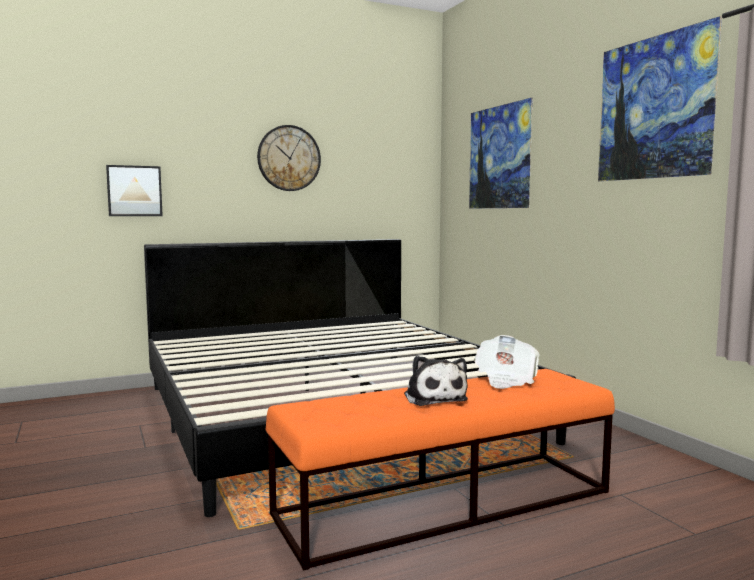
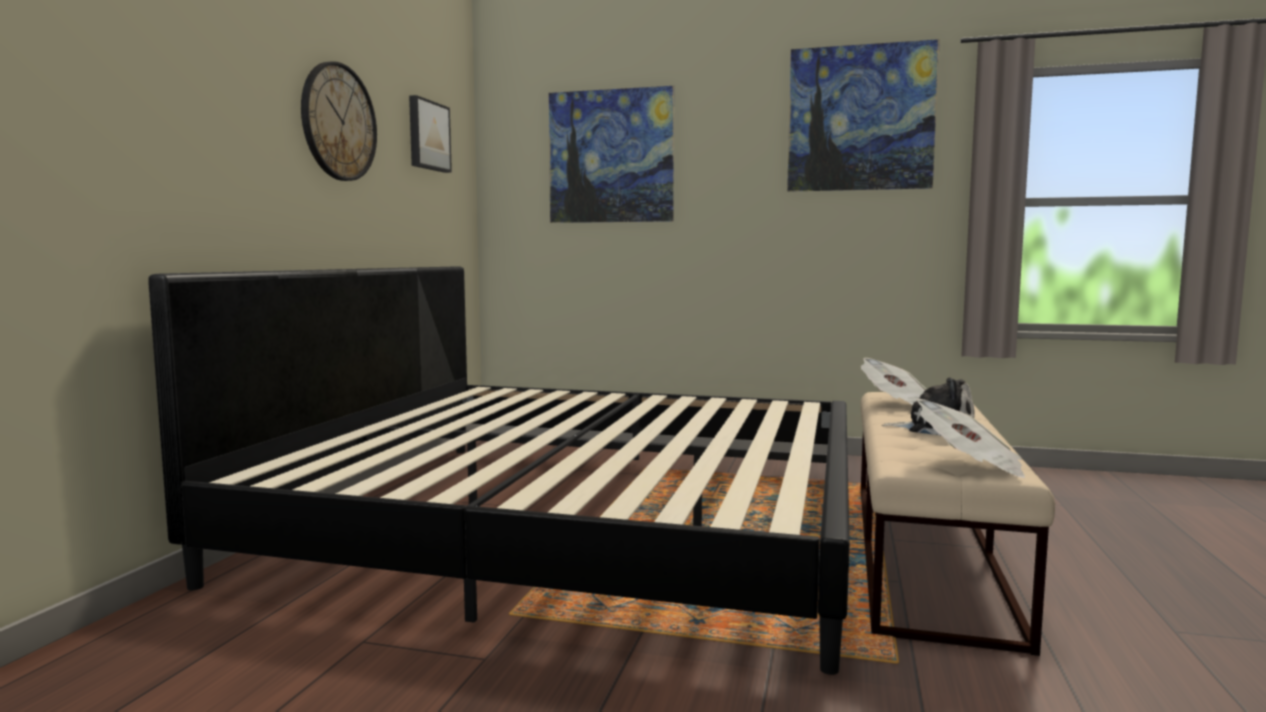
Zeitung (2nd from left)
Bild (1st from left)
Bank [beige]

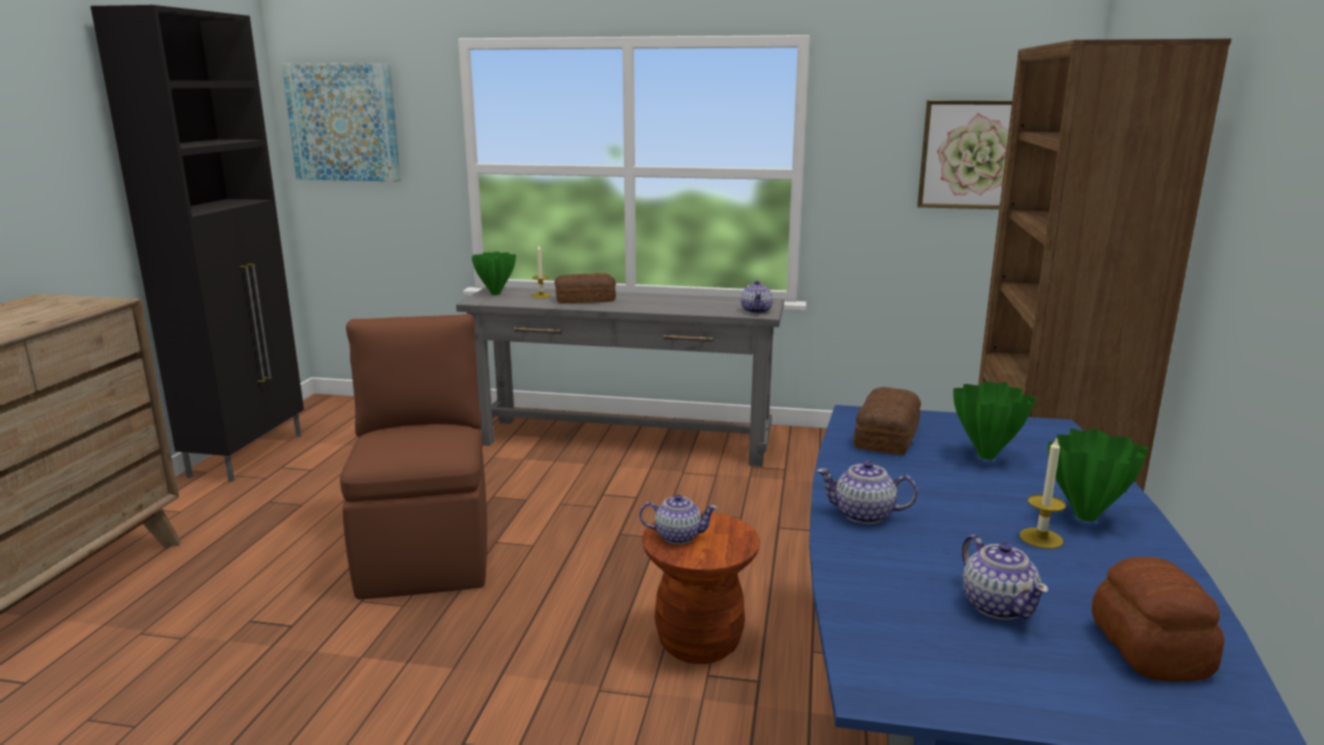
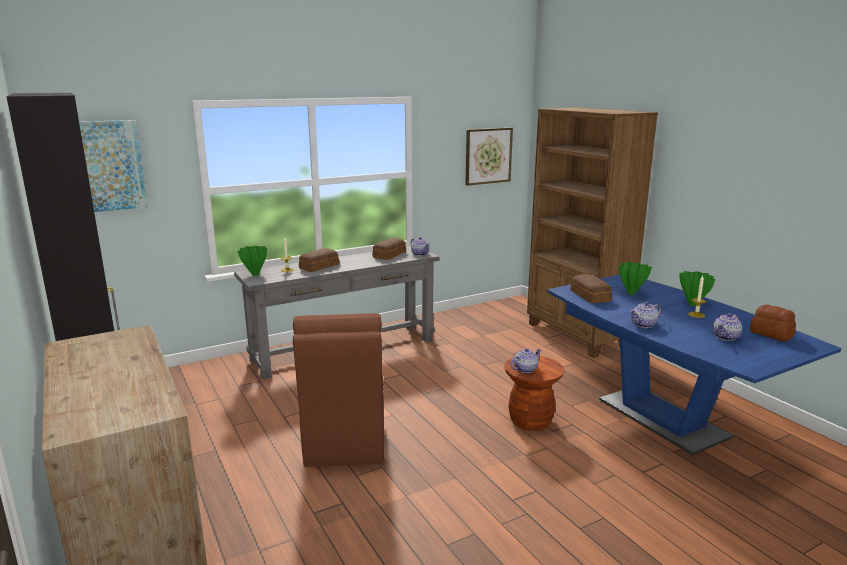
Brot (2nd from left)
Stuhl [braun]
Teekanne (4th from left)

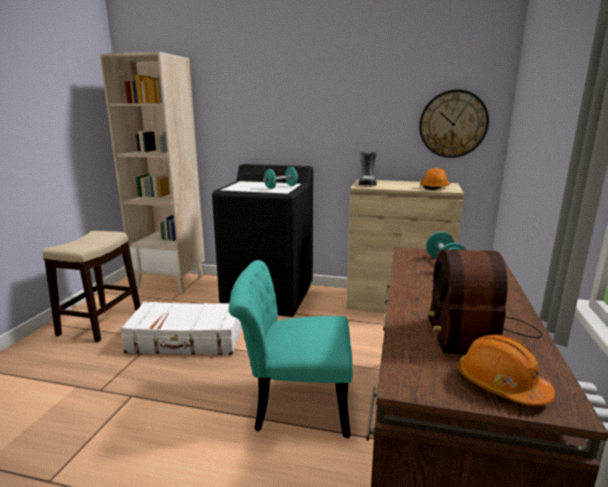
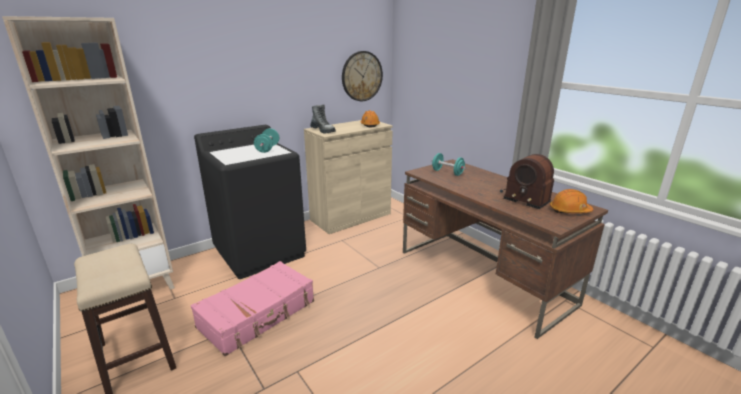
Stuhl [türkis]
Koffer [rosa]

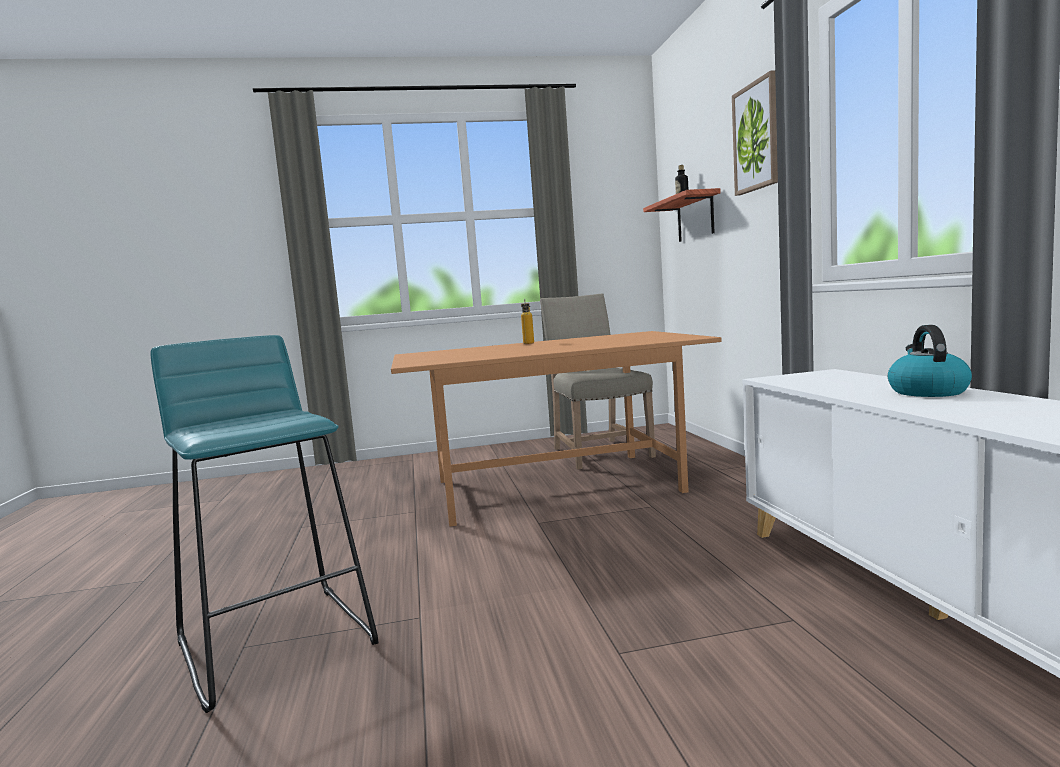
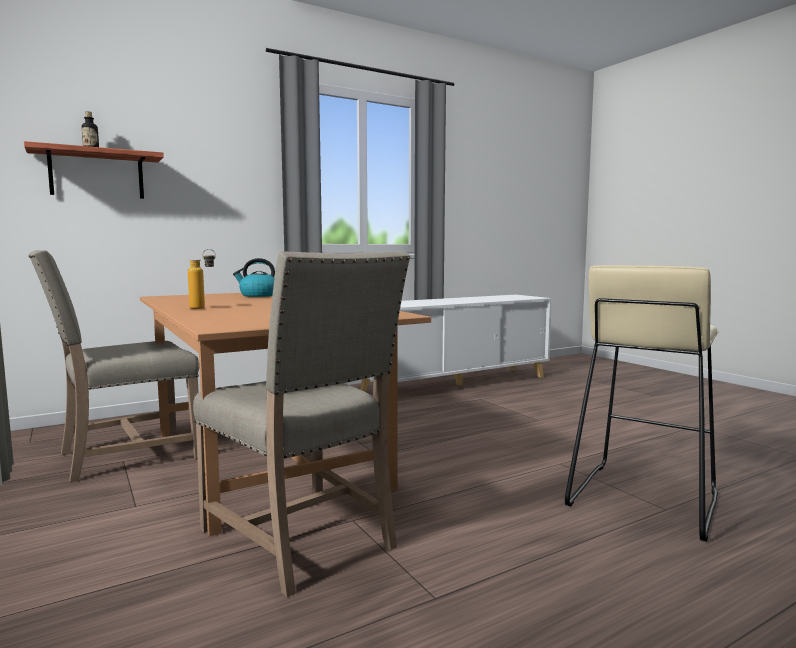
Bild
Stuhl [beige] (2nd from left)
Wasserkessel
Hocker [beige]

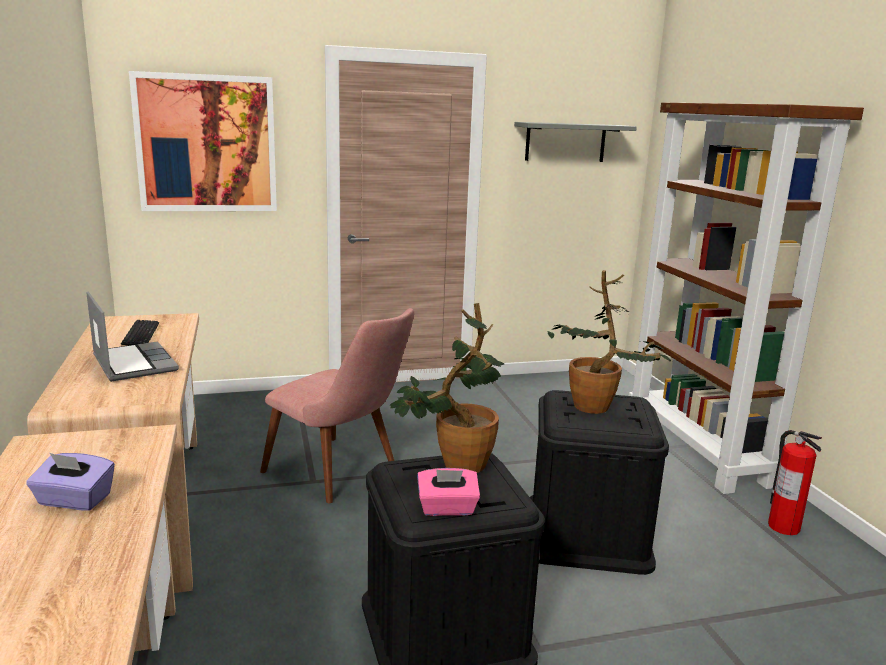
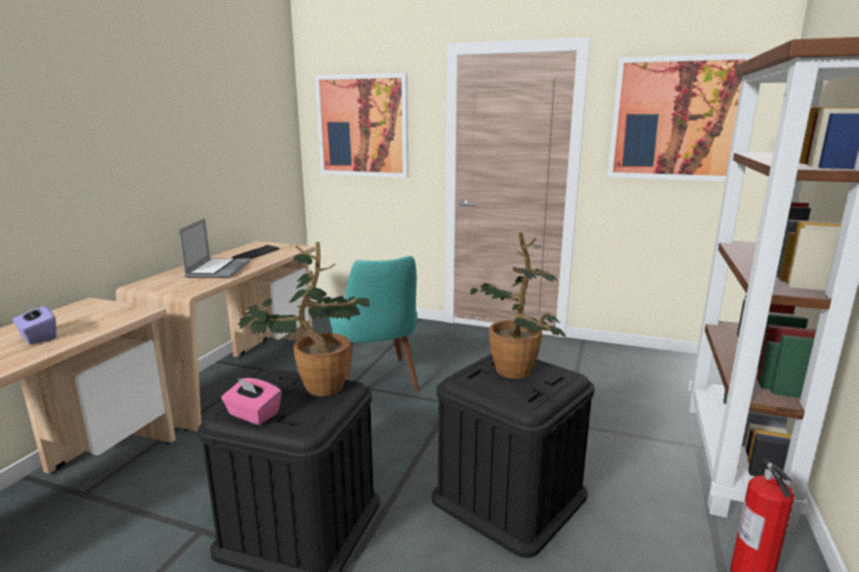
Bild (2nd from left)
Stuhl [türkis]

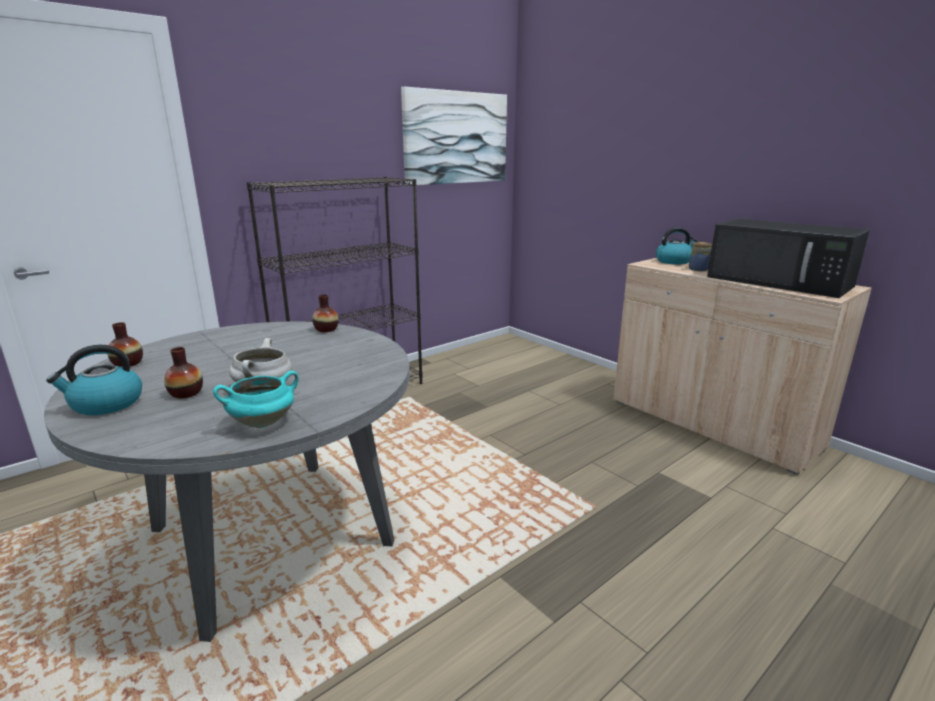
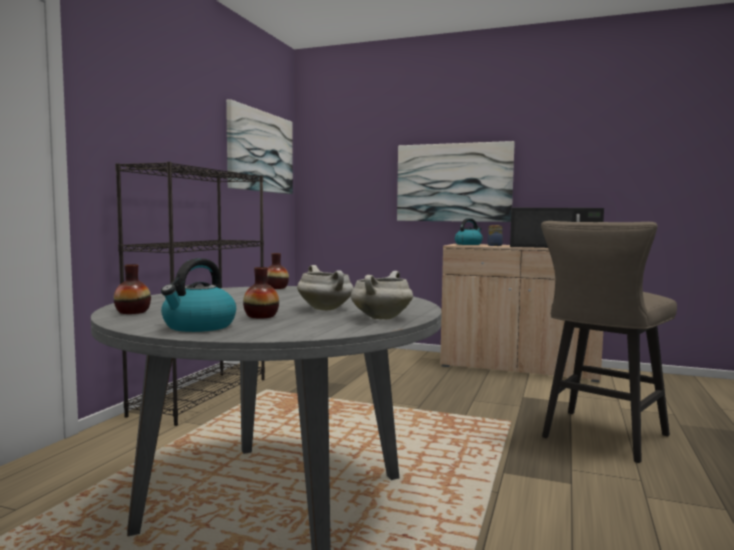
Bild (2nd from left)
Hocker [beige]
Kochtopf [weiß] (2nd from left)

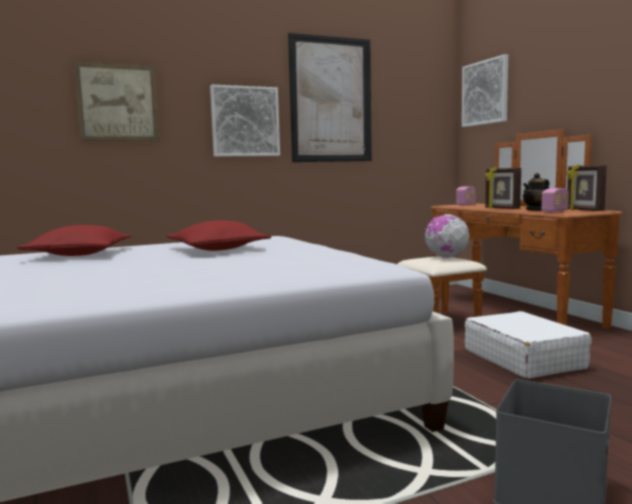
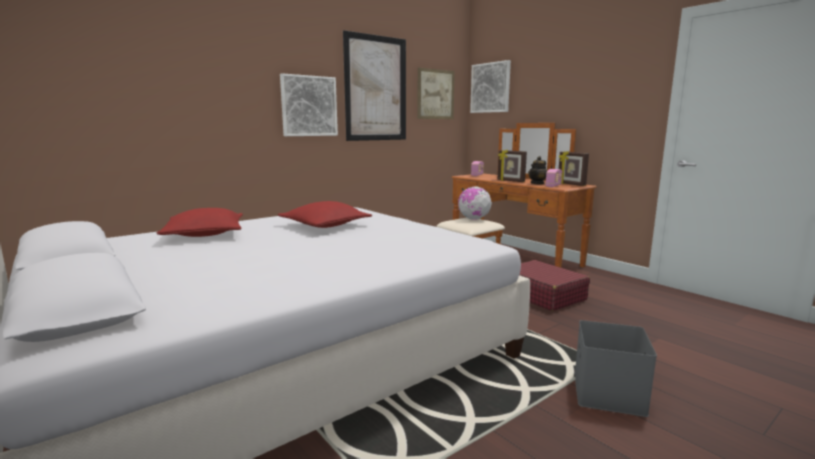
Bild (3rd from left)
Koffer [rot]

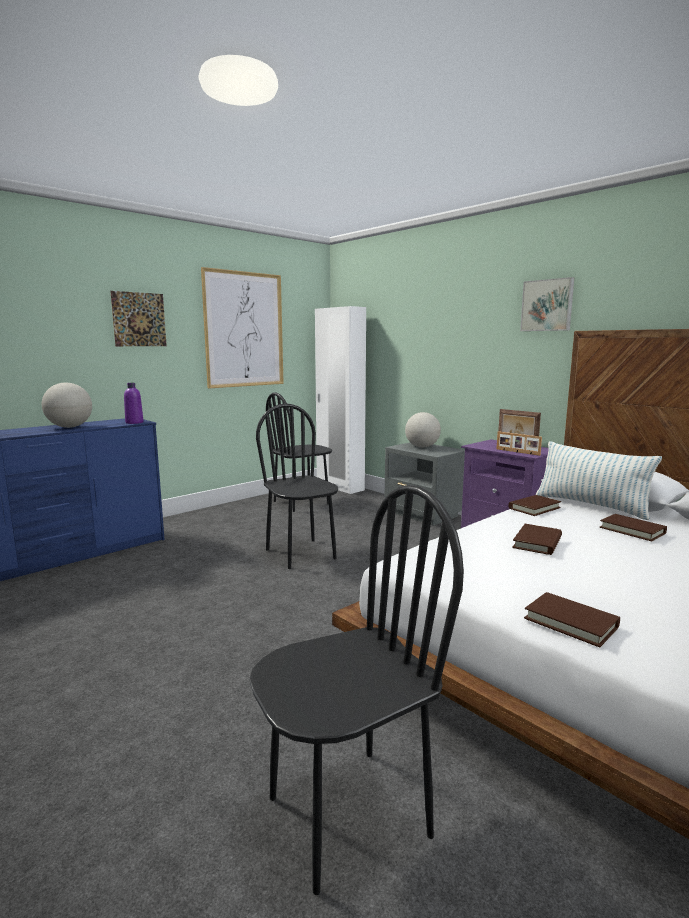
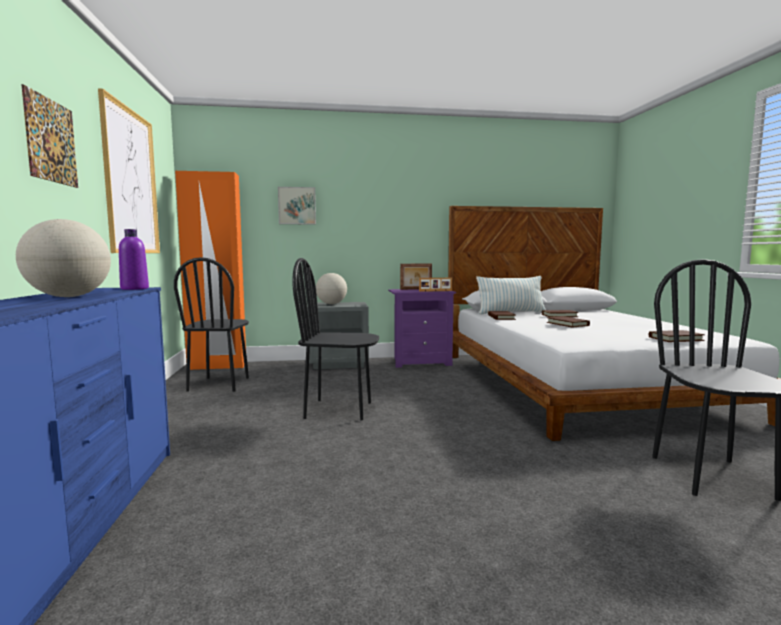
Bild (3rd from left)
Kleiderschrank [orange]

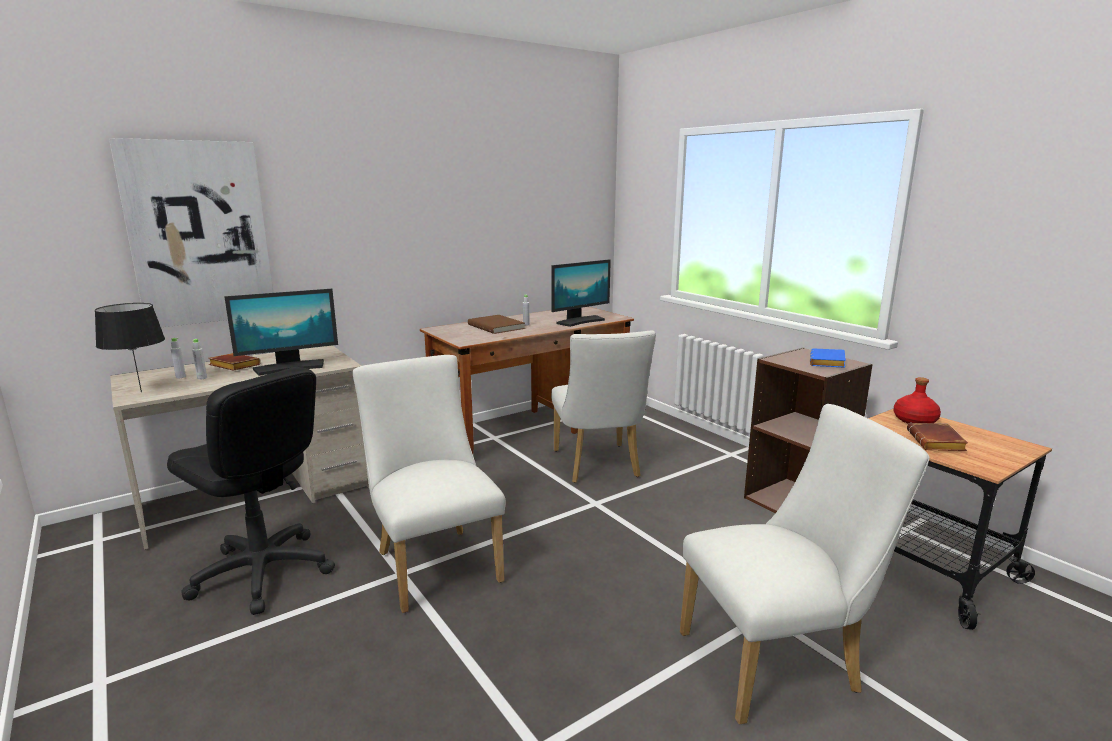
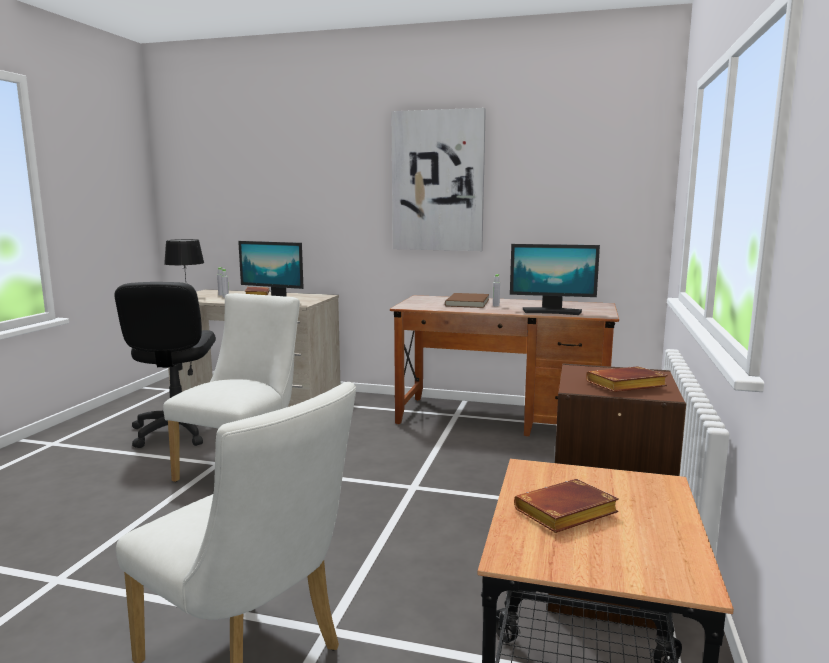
Stuhl [weiß] (2nd from left in the first image)
Flasche [rot]
Bild
Buch [braun] (4th from left)

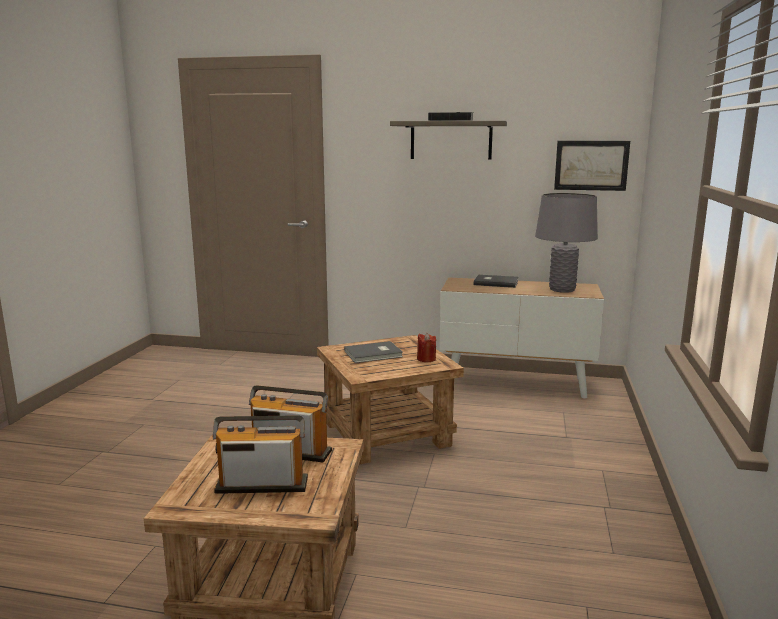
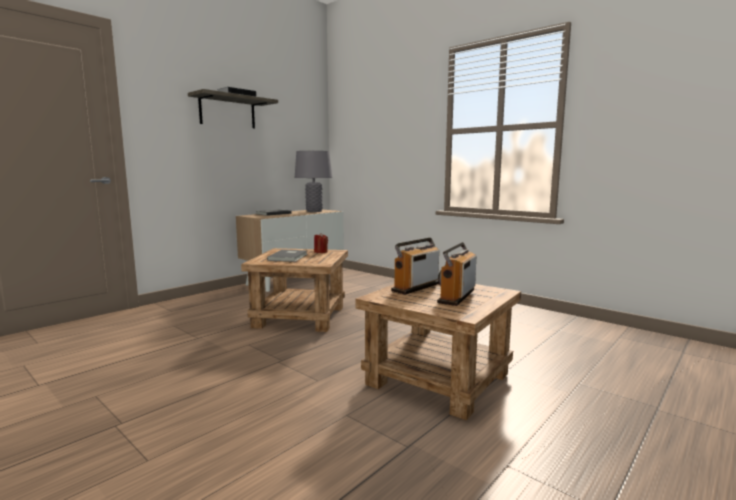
Bild

